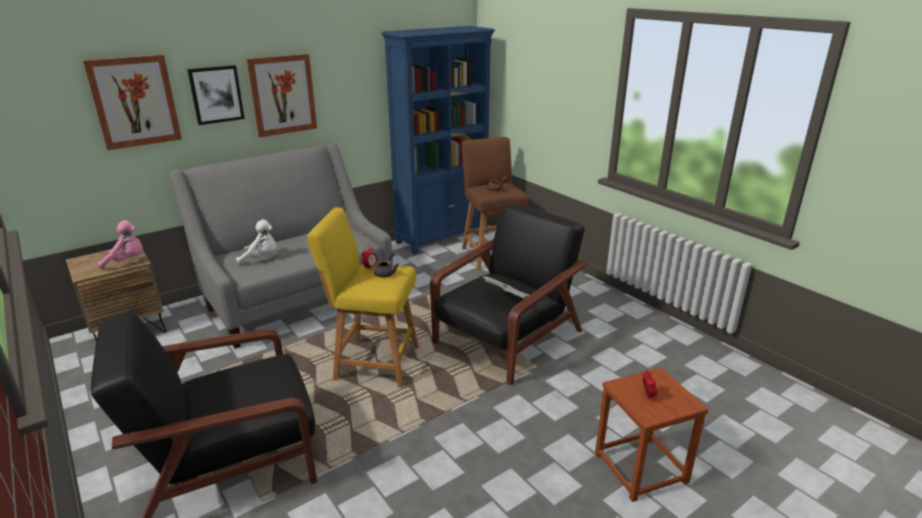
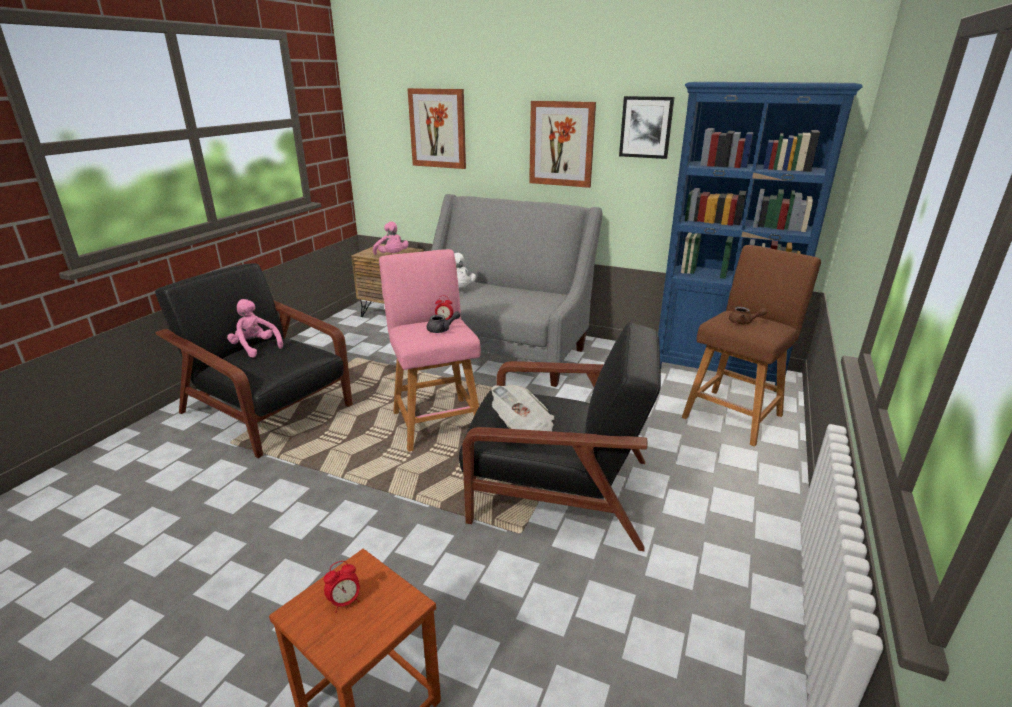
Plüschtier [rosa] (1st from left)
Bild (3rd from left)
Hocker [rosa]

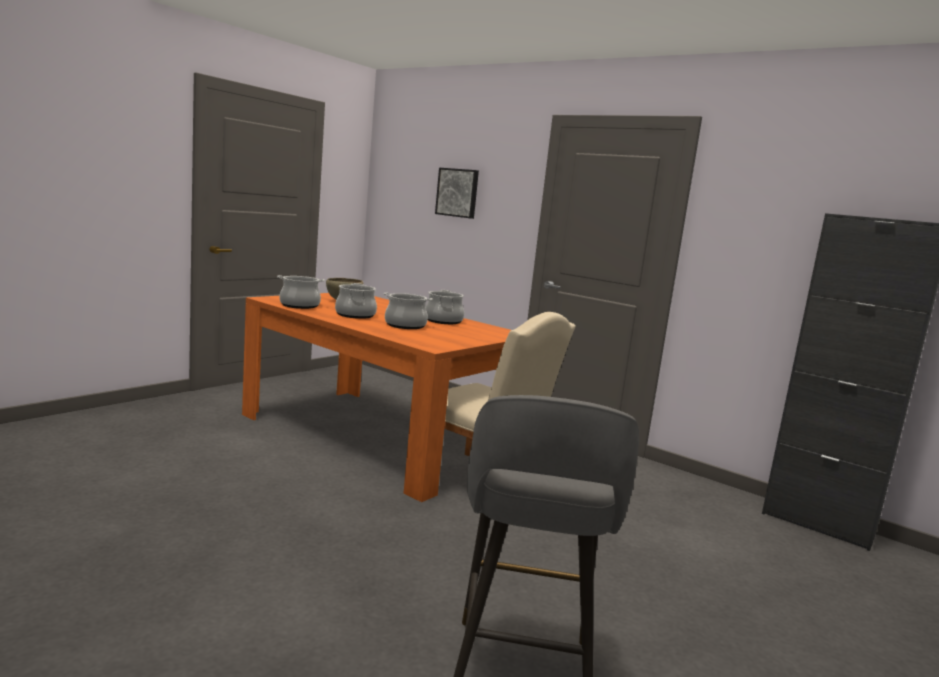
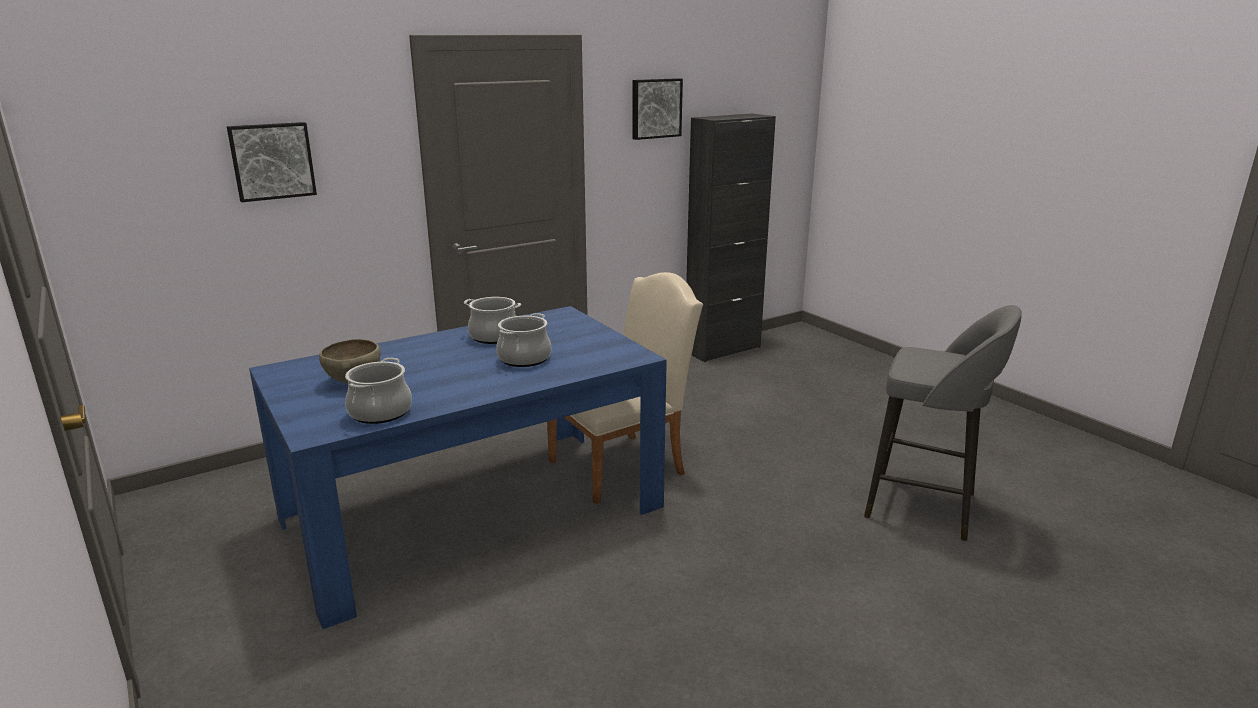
Kochtopf (2nd from left in the first image)
Bild (2nd from left)
Esstisch [blau]

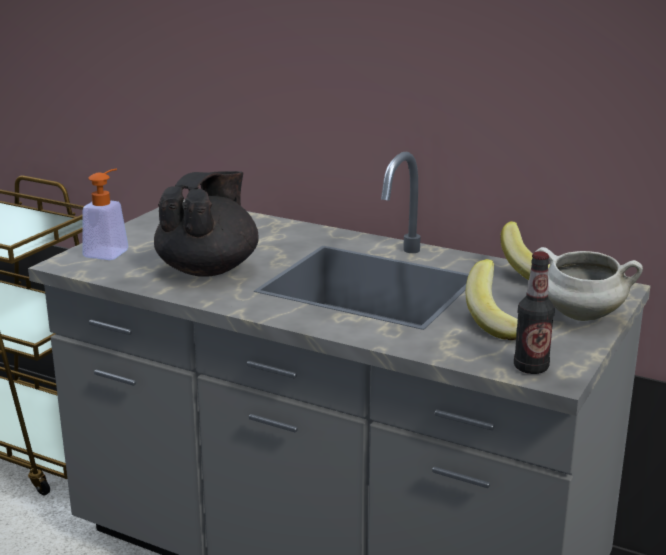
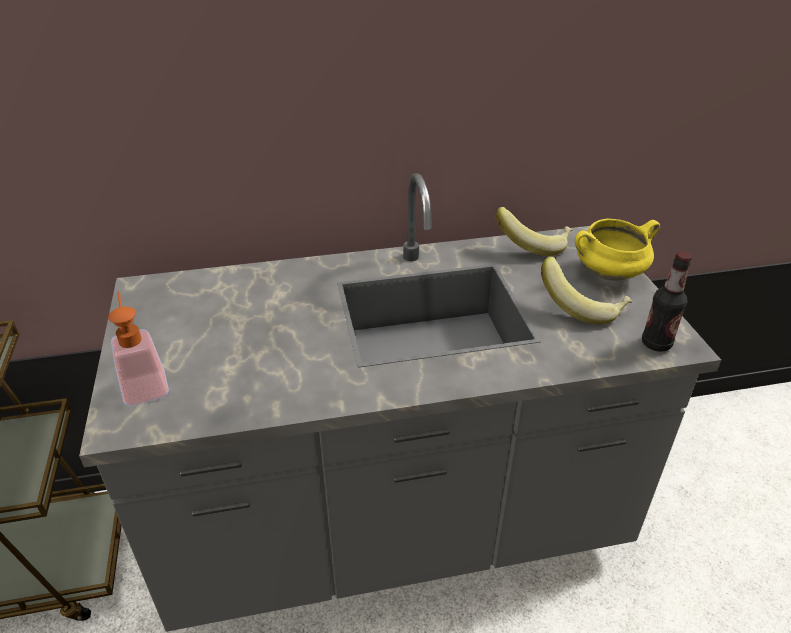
Teekanne [schwarz]
Kochtopf [gelb]

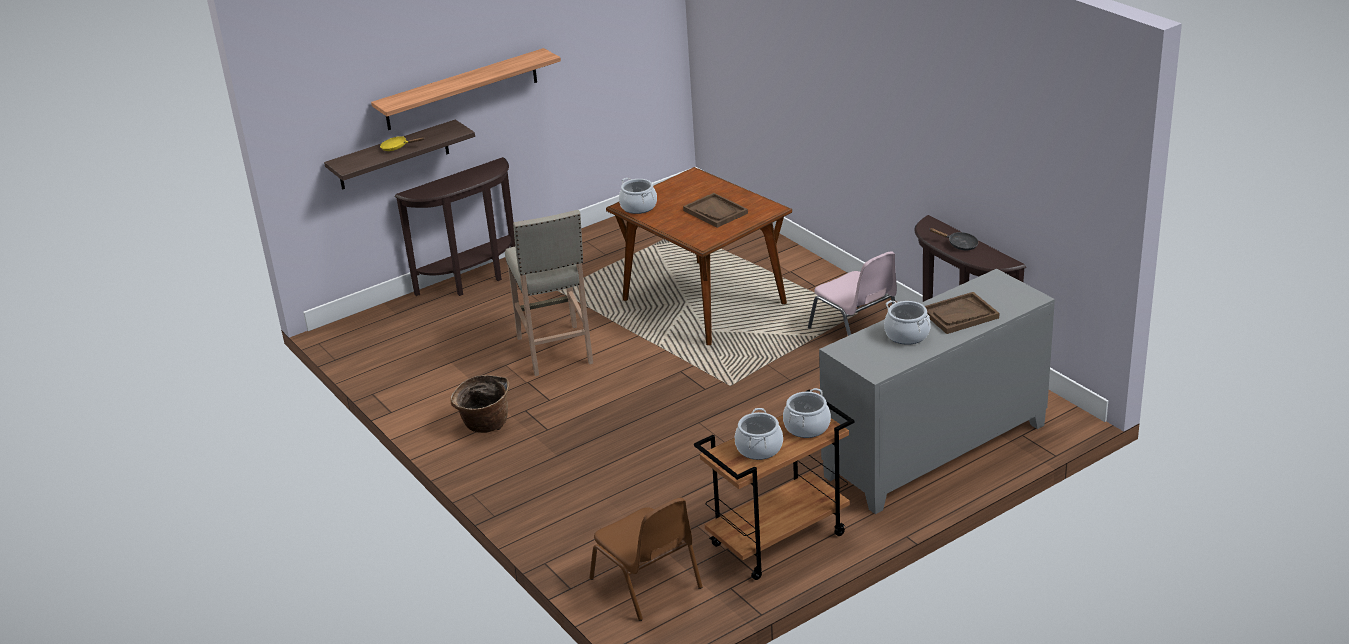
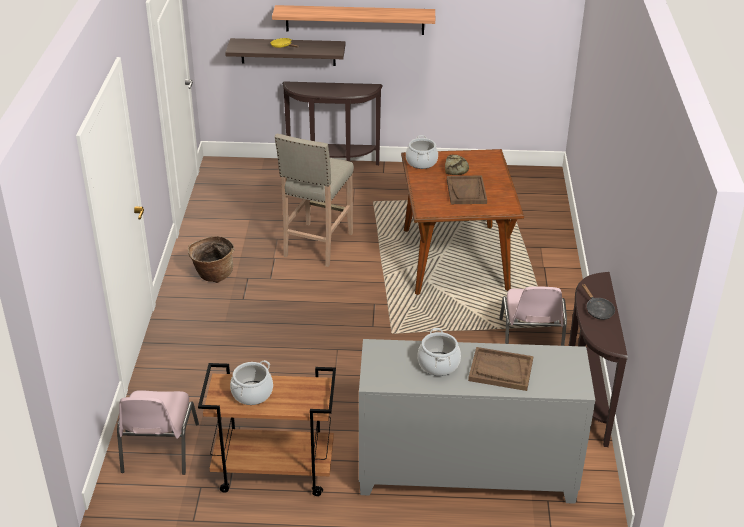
Kochtopf (3rd from left in the first image)
Brot
Stuhl [rosa] (1st from left)

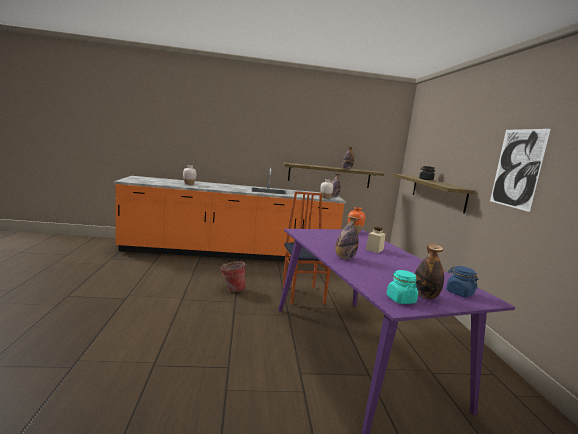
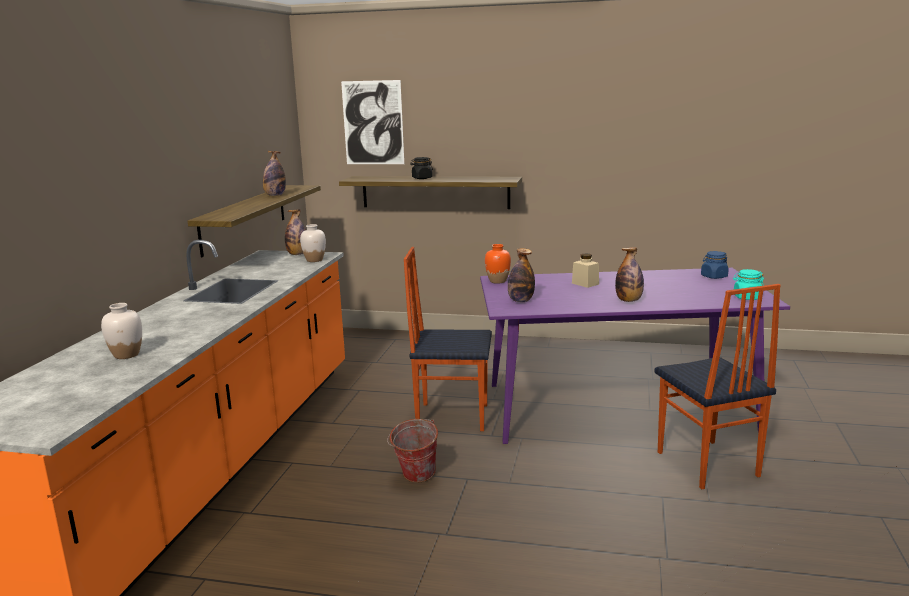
Stuhl (2nd from left)
Flasche (3rd from left)
Bild

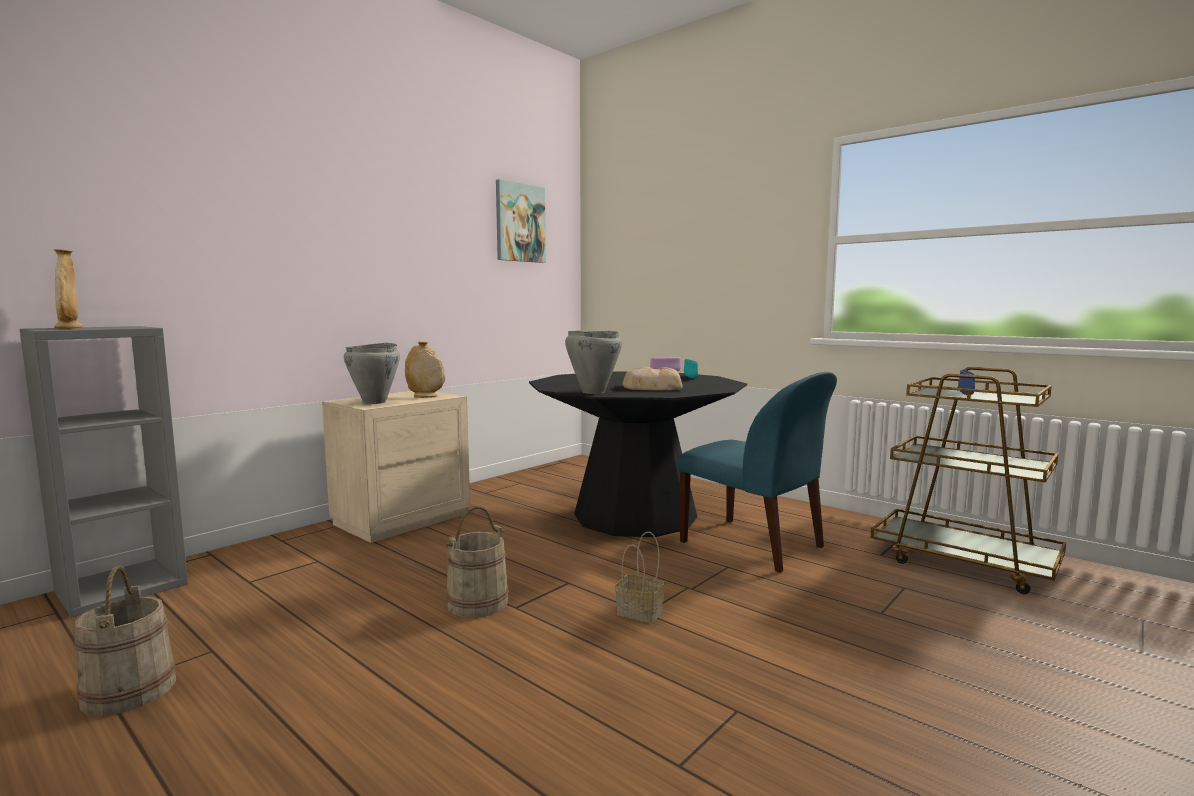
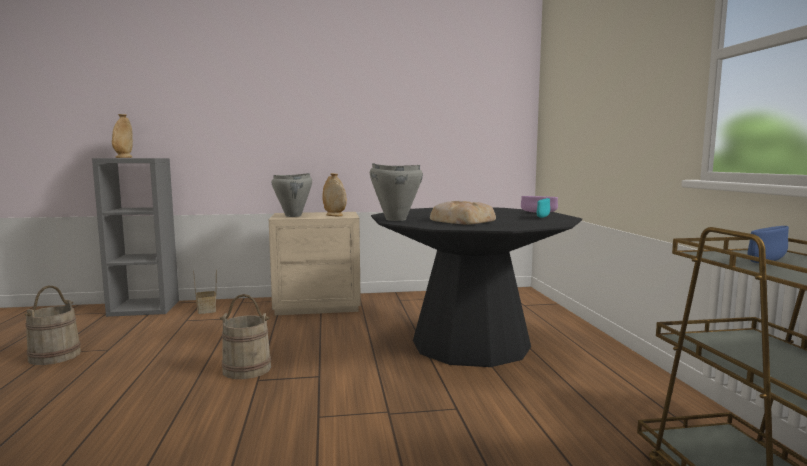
Bild
Stuhl [blau]
Korb

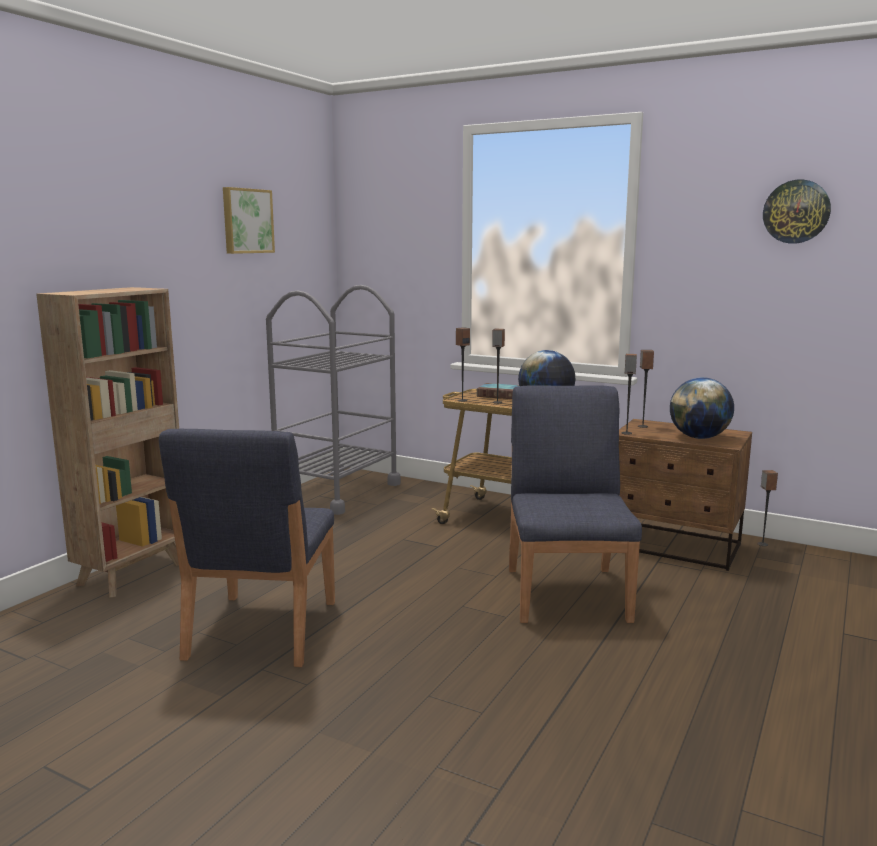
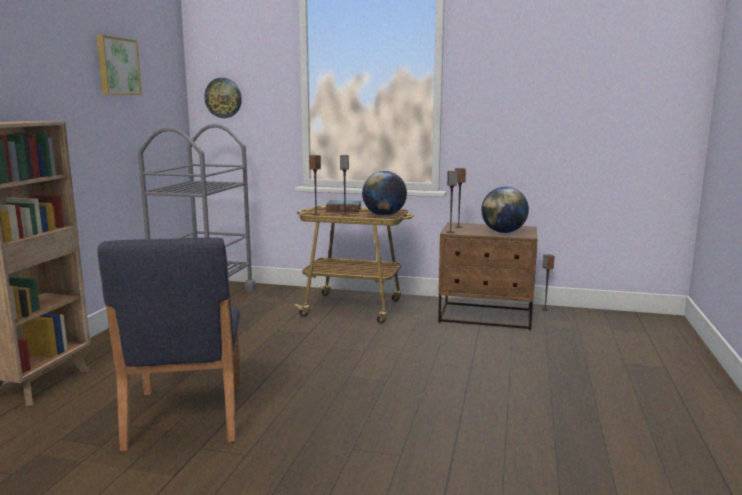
Stuhl [blau] (2nd from left in the first image)
Wanduhr

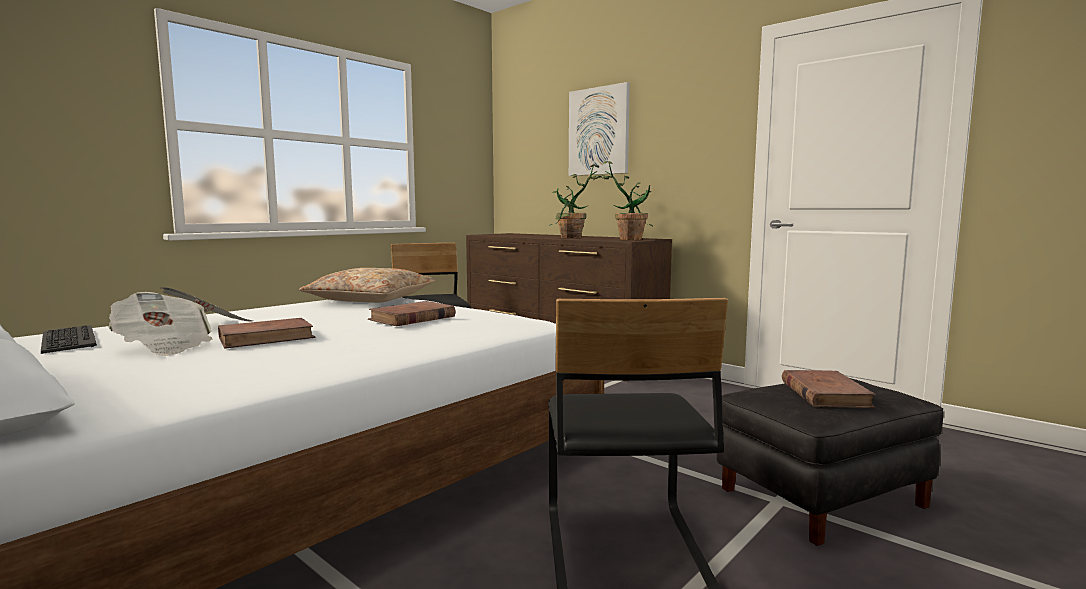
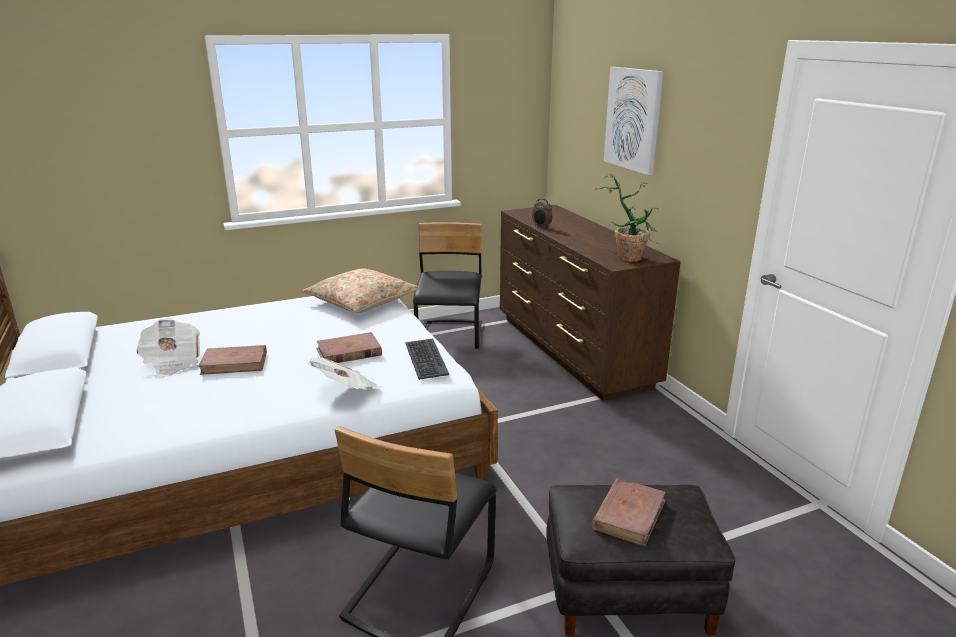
Topfpflanze (1st from left in the first image)
Wecker
Tastatur
Zeitung (2nd from left)

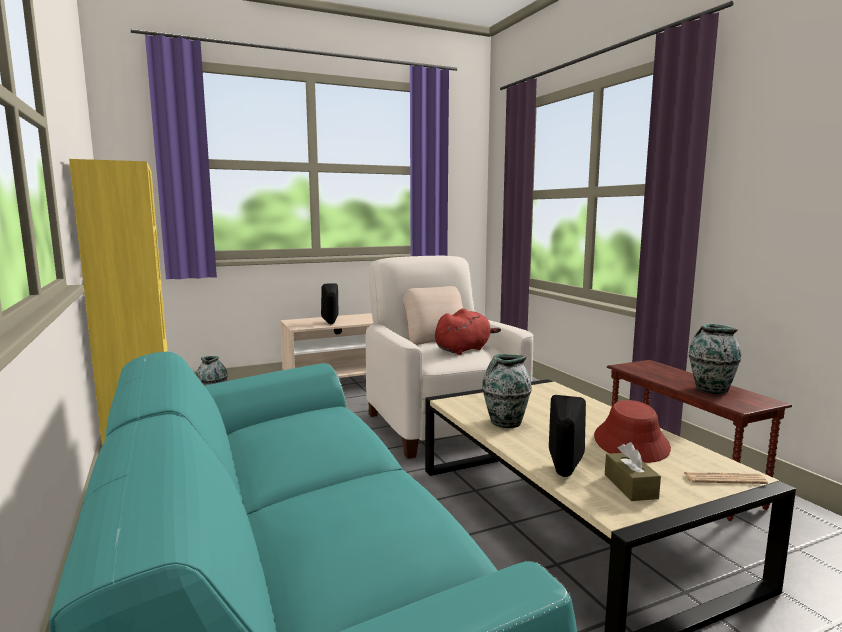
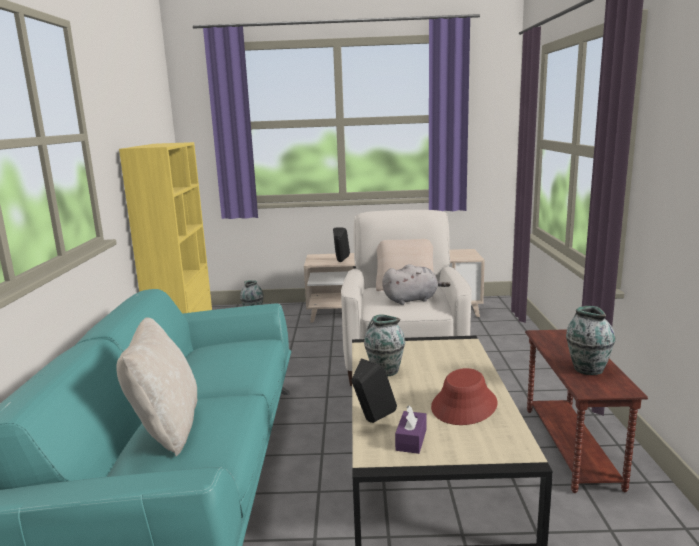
Zeitung
Kissen [beige] (1st from left)
Plüschtier [grau]
Taschentuchbox [lila]

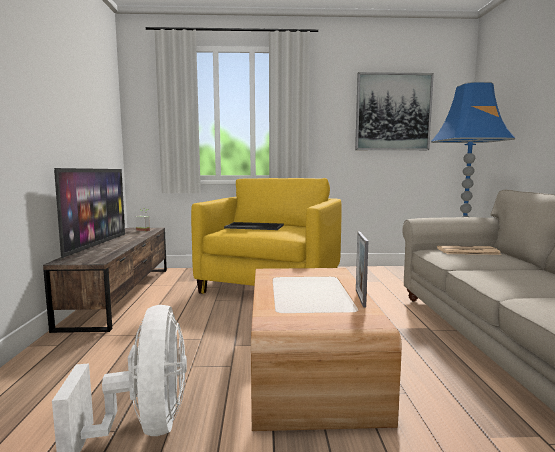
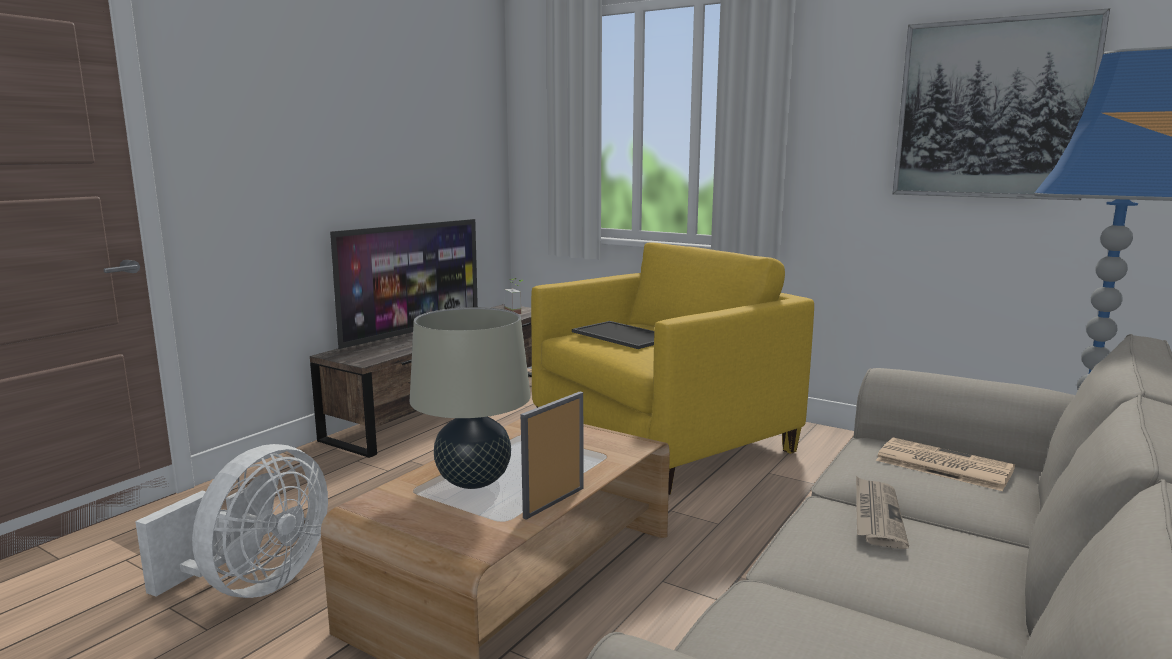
Tischlampe [beige]
Zeitung (1st from left)

